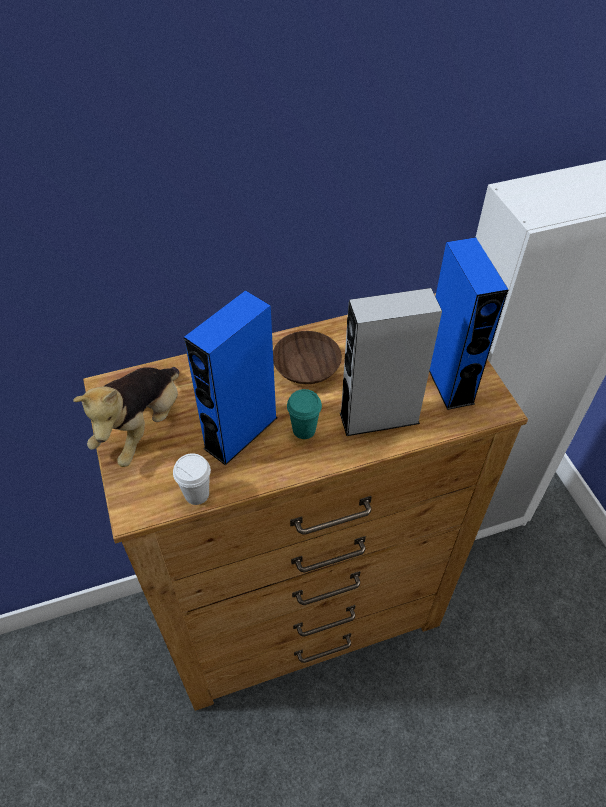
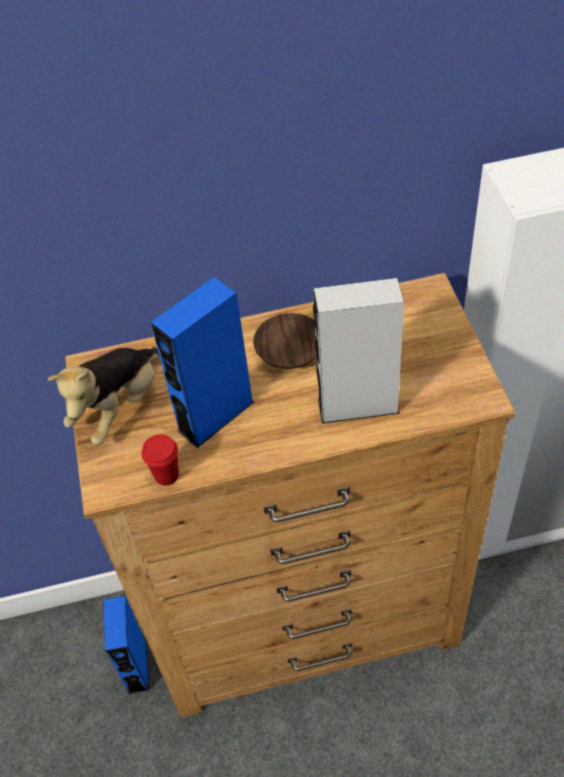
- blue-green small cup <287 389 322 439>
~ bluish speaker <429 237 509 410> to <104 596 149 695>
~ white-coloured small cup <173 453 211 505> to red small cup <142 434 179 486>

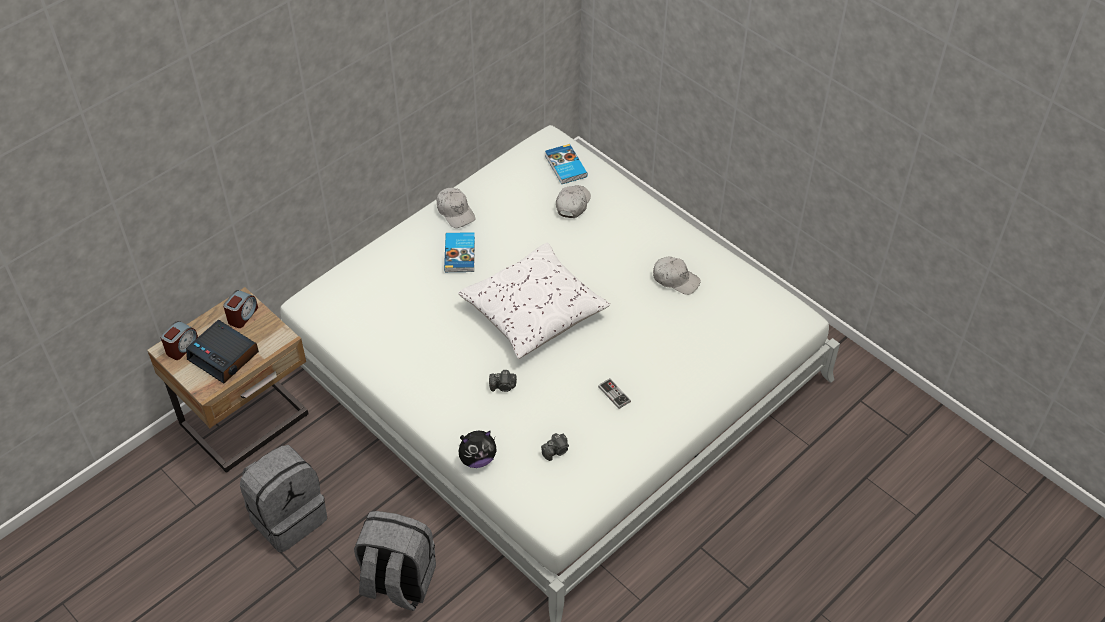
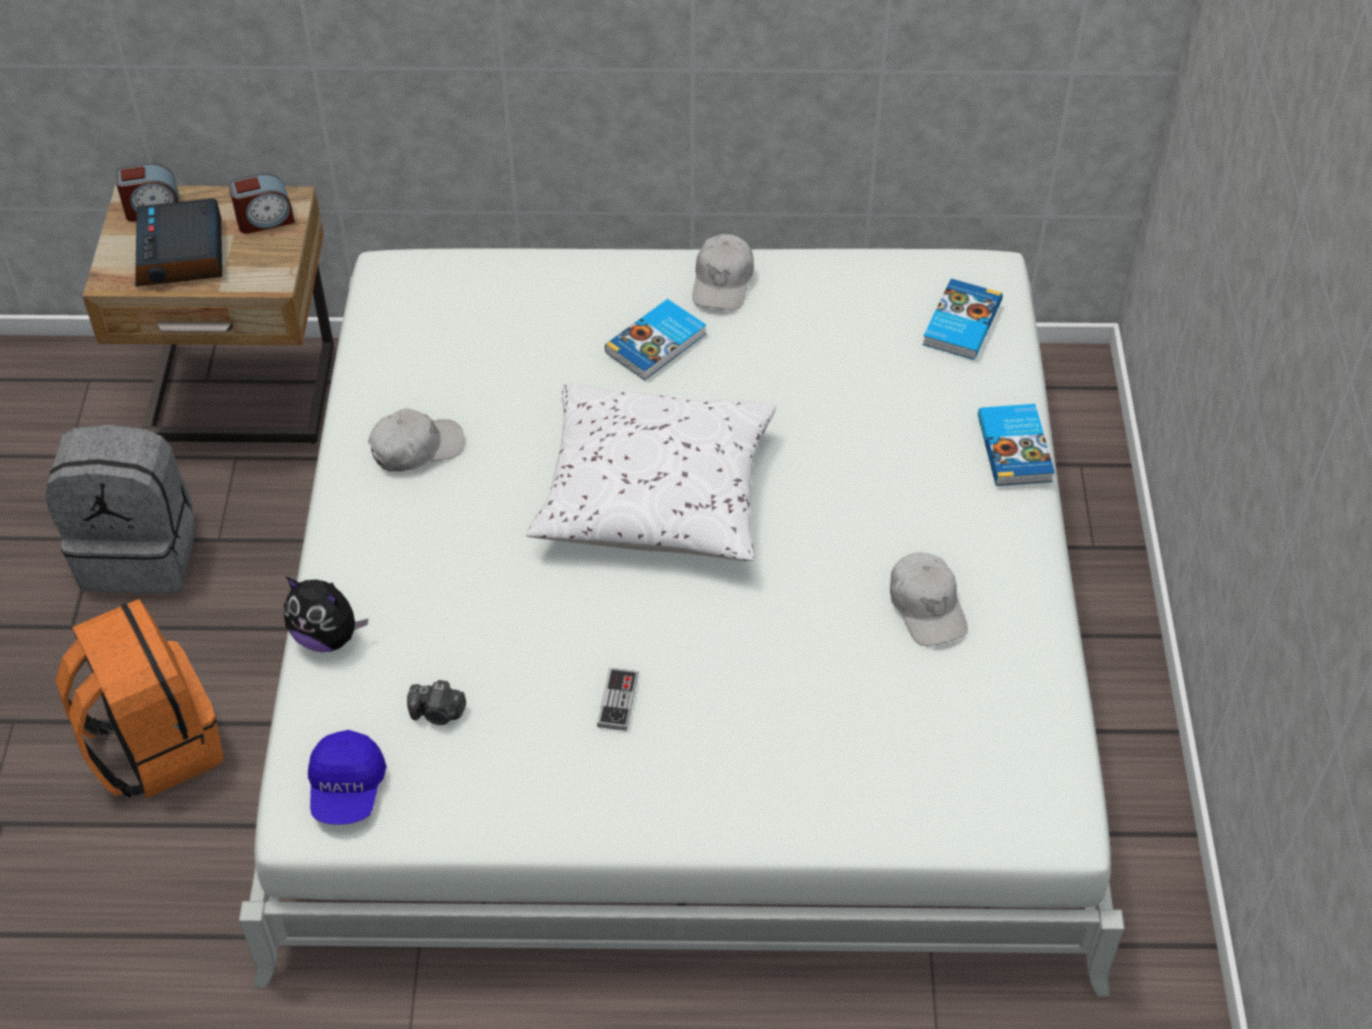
- still camera <489 370 517 392>
+ bluish baseball cap <308 730 387 825>
+ book <978 404 1055 486>
~ white-coloured baseball cap <556 185 591 218> to <368 408 464 471>
~ gray backpack <354 511 436 611> to orange-coloured backpack <56 599 224 798>

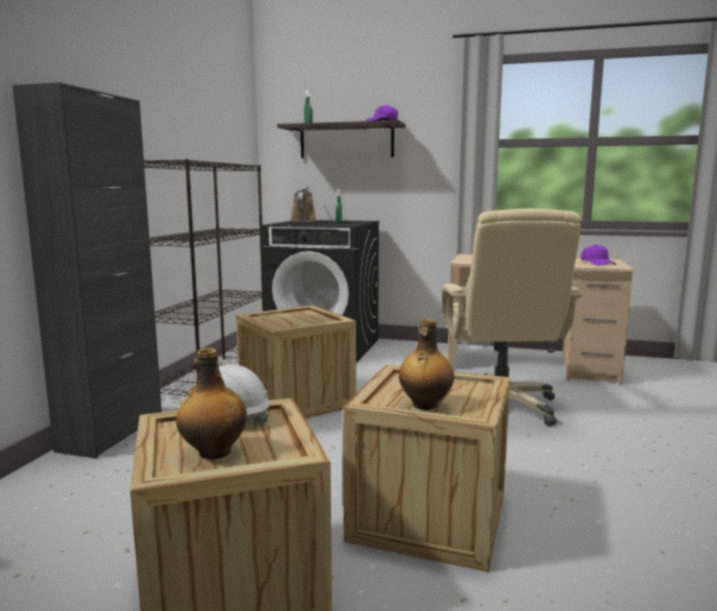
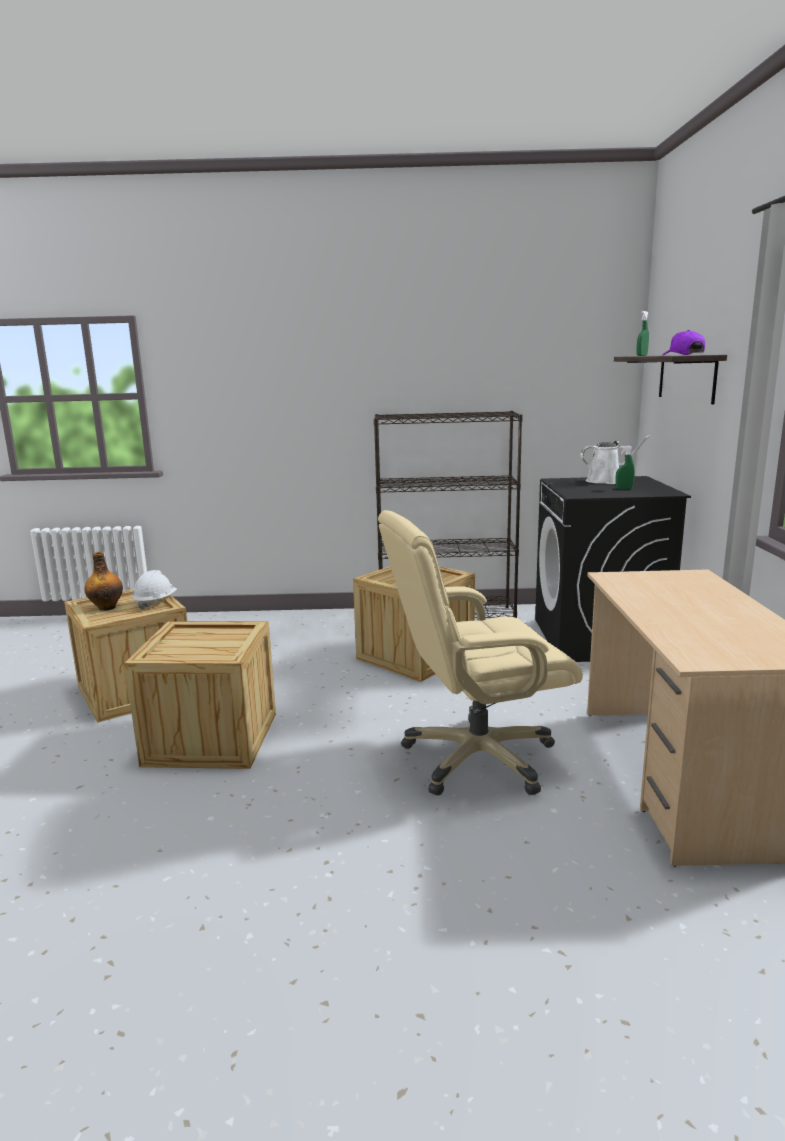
- black-coloured storage cabinet <12 82 162 458>
- drink bottle <399 319 454 410>
- purple baseball cap <581 244 616 266>
~ brown sprinkling can <289 186 316 223> to white-coloured sprinkling can <581 435 651 484>

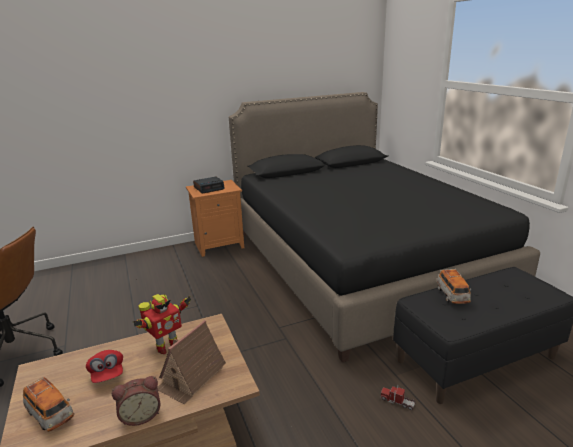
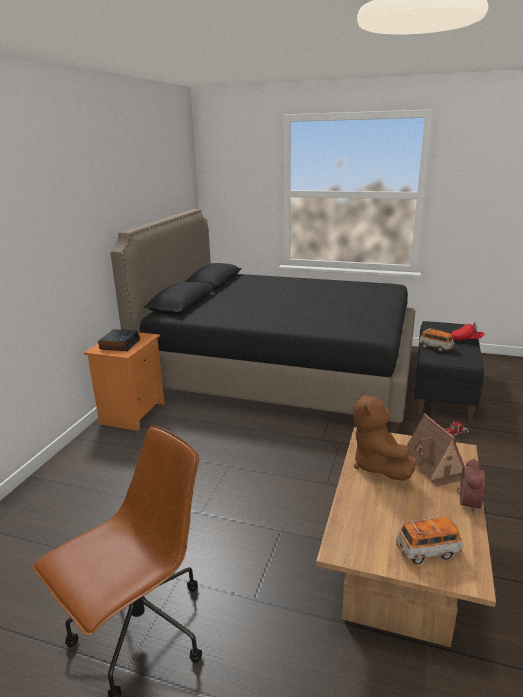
~ red baseball cap <86 350 123 383> to <451 322 484 341>
~ toy robot <133 294 192 354> to brown plush toy <353 391 417 481>

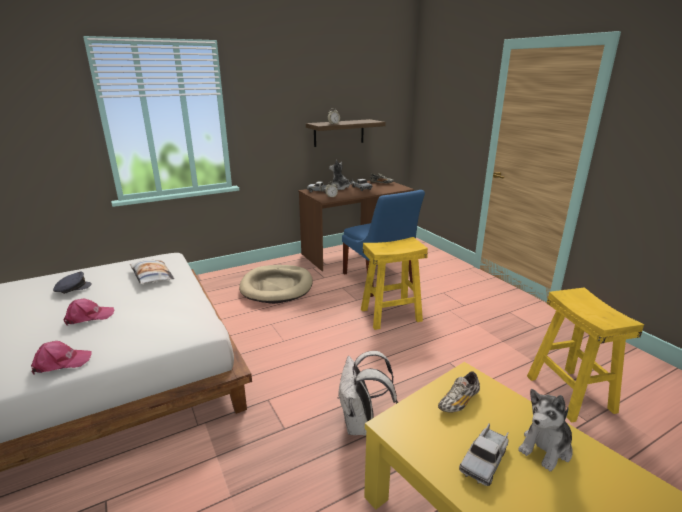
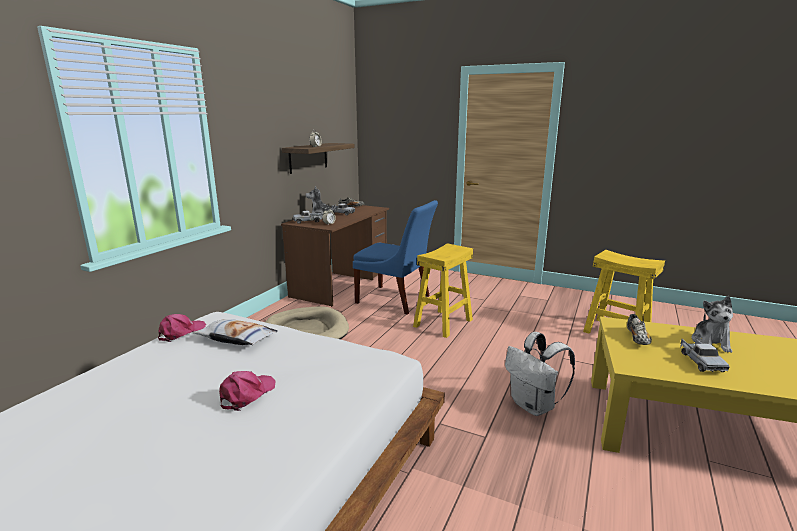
- gray baseball cap <53 271 92 294>
~ pink baseball cap <31 341 91 375> to <158 314 206 342>

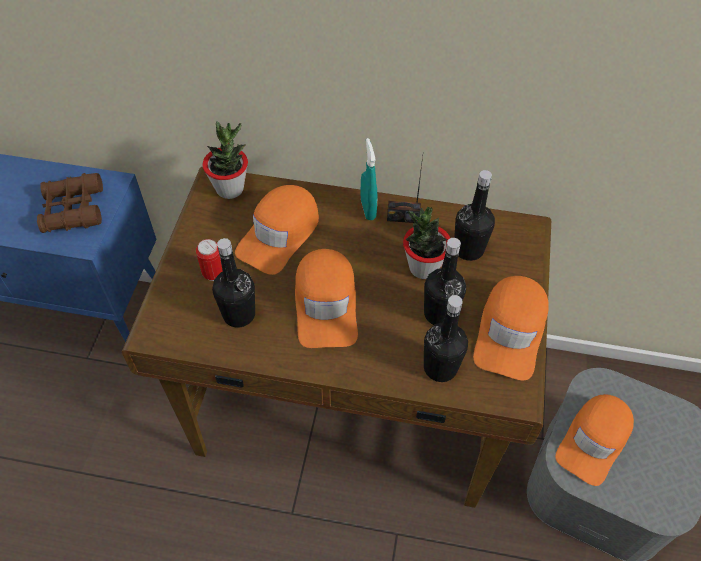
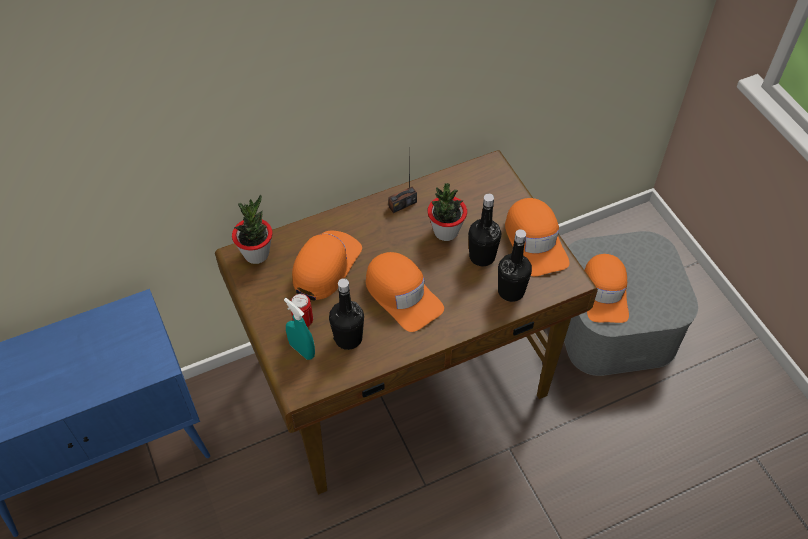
- brown binoculars <37 173 103 233>
- black-coloured drink bottle <454 170 495 261>
~ blue-green hand sprayer <360 138 377 220> to <284 298 315 360>
~ orange-coloured baseball cap <235 185 319 275> = <292 231 362 300> 150 degrees counterclockwise

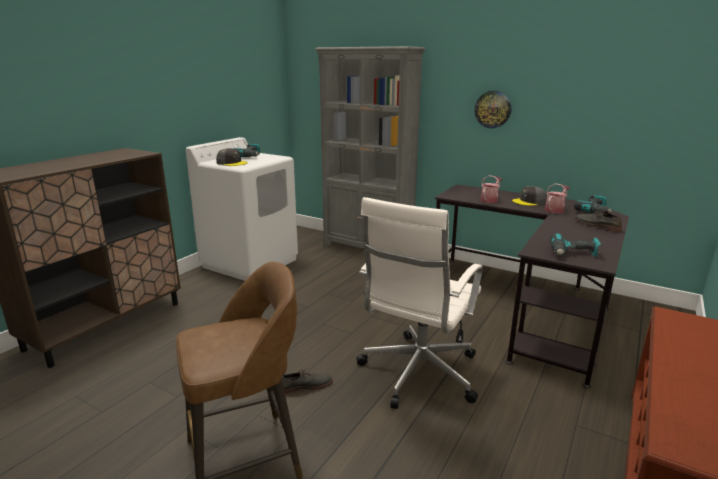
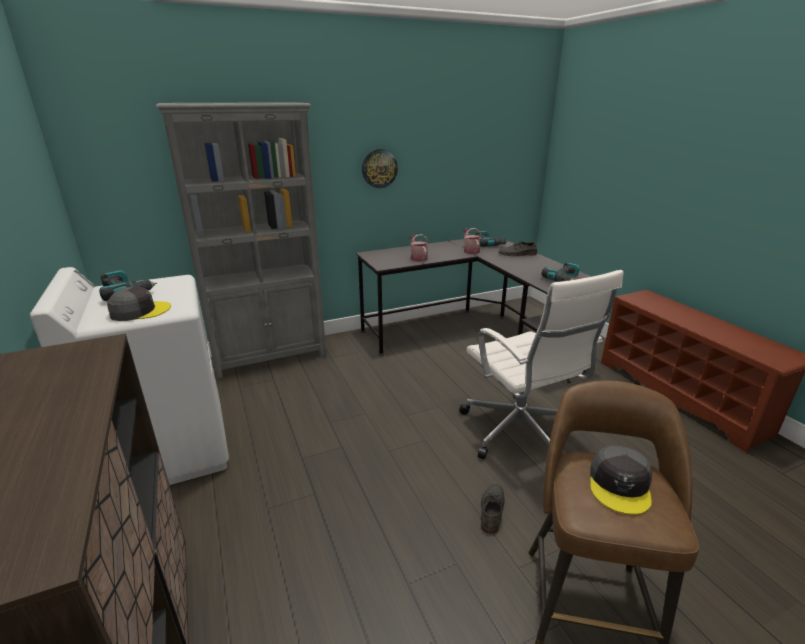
~ gray baseball cap <512 186 547 206> to <590 445 652 515>

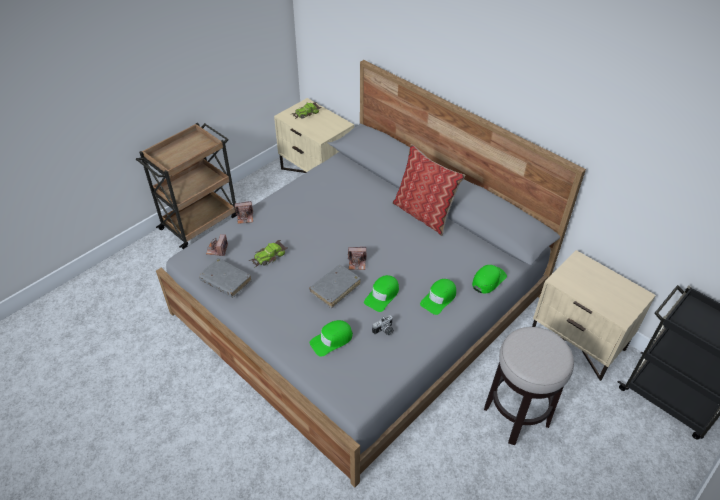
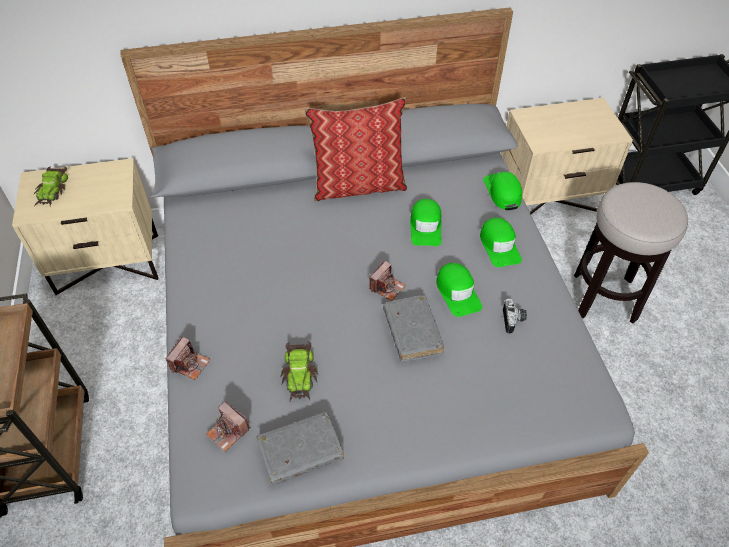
~ greenish baseball cap <310 320 353 357> to <410 199 442 246>

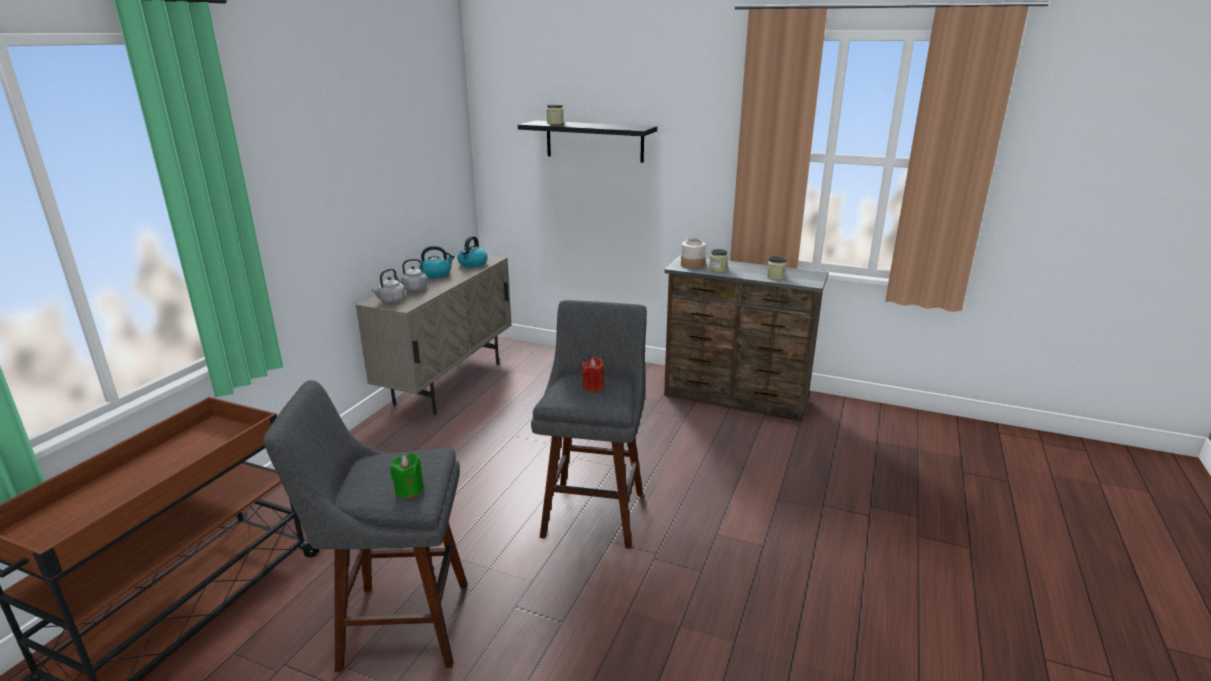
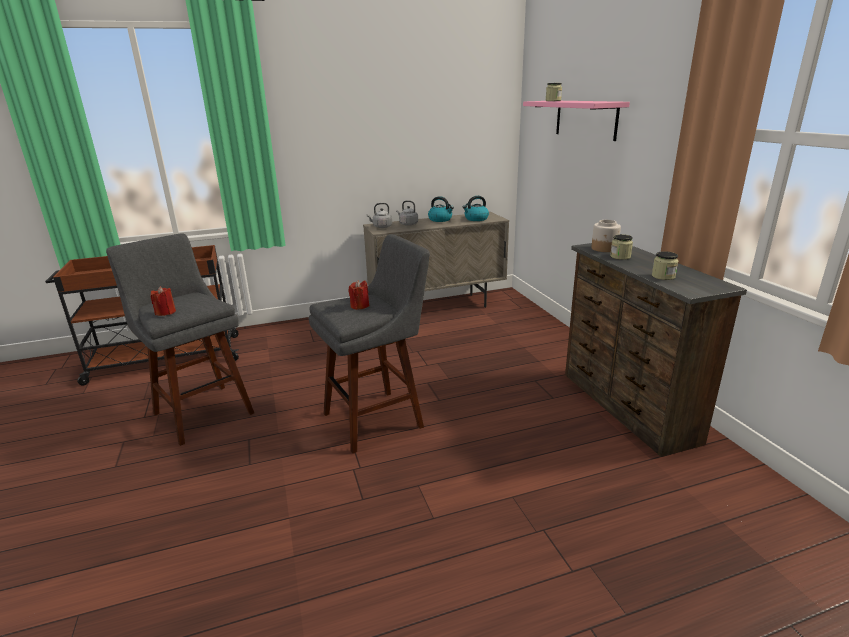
~ greenish wax candle <390 453 424 499> to red wax candle <151 286 176 316>
~ black-coloured shelf <518 120 657 163> to pink shelf <523 101 630 141>

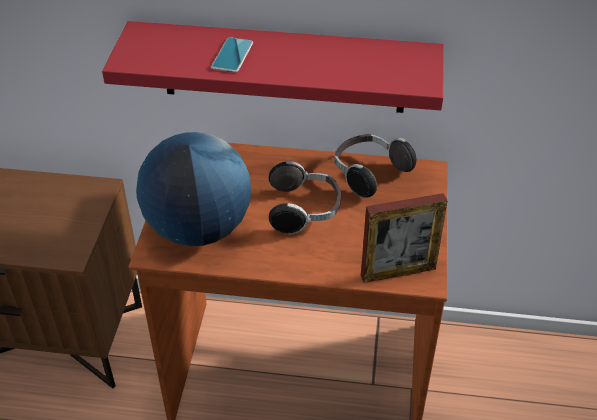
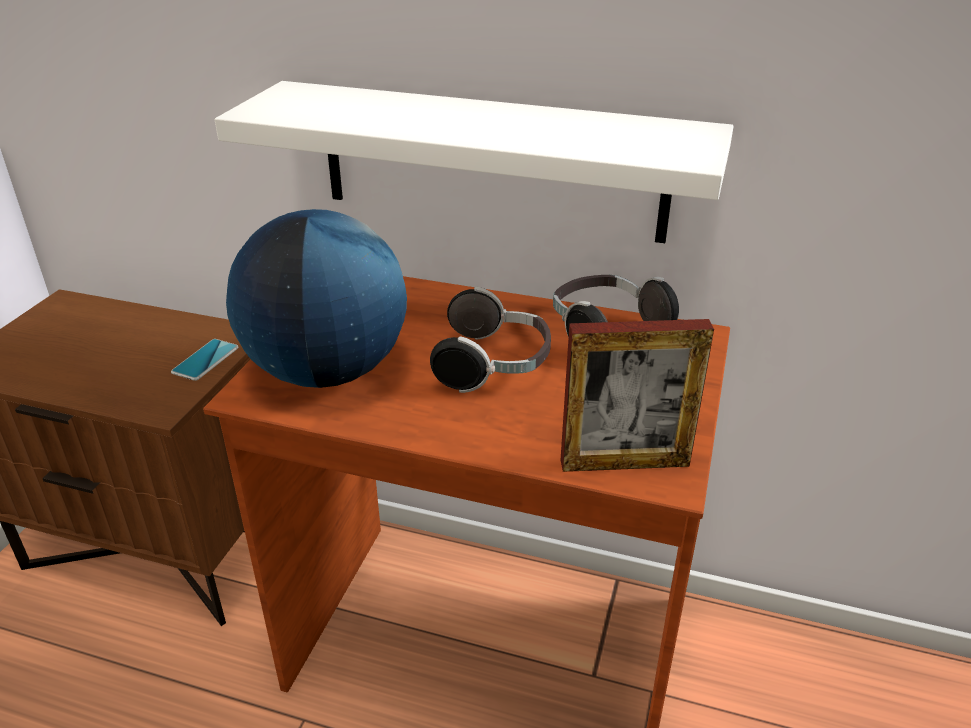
~ handset <211 37 253 73> to <171 339 238 381>
~ red shelf <102 21 444 113> to white-coloured shelf <215 81 734 243>

